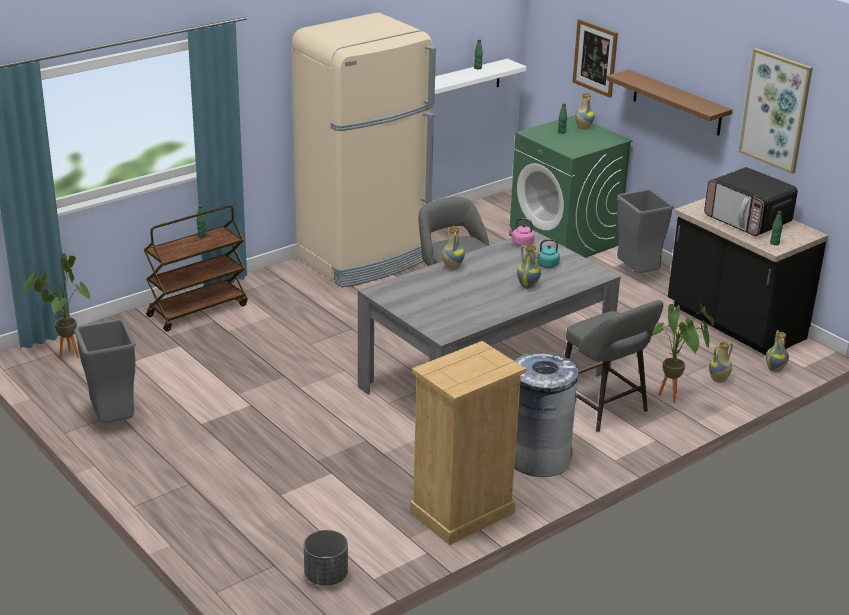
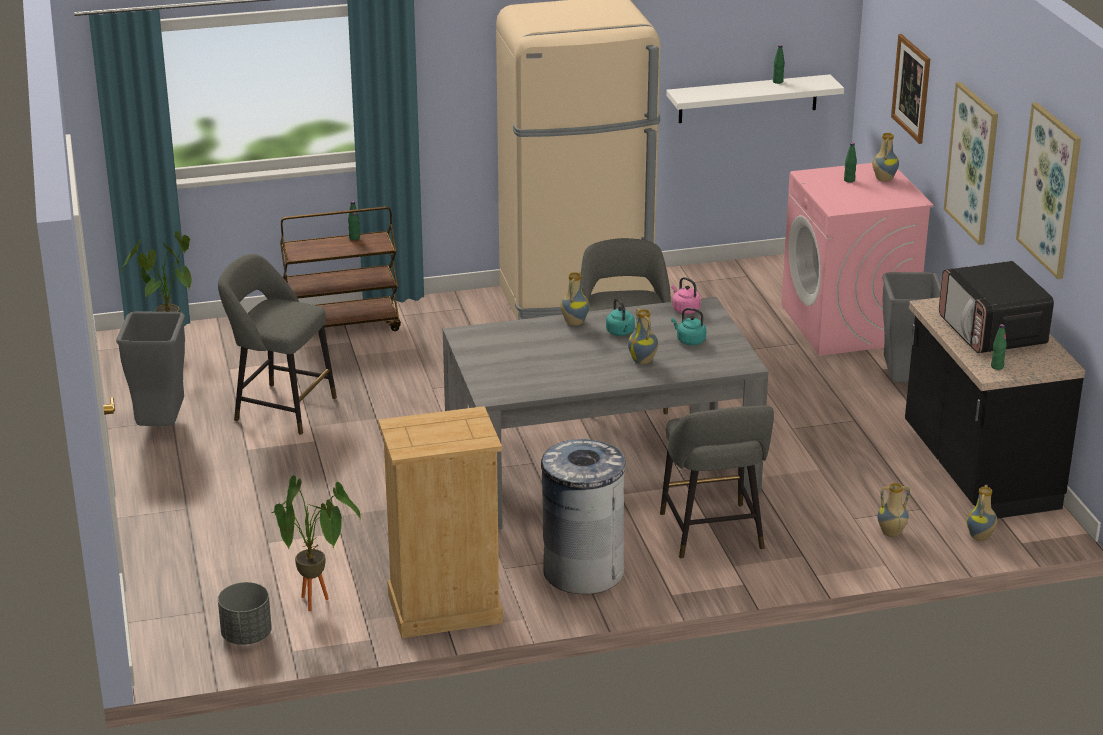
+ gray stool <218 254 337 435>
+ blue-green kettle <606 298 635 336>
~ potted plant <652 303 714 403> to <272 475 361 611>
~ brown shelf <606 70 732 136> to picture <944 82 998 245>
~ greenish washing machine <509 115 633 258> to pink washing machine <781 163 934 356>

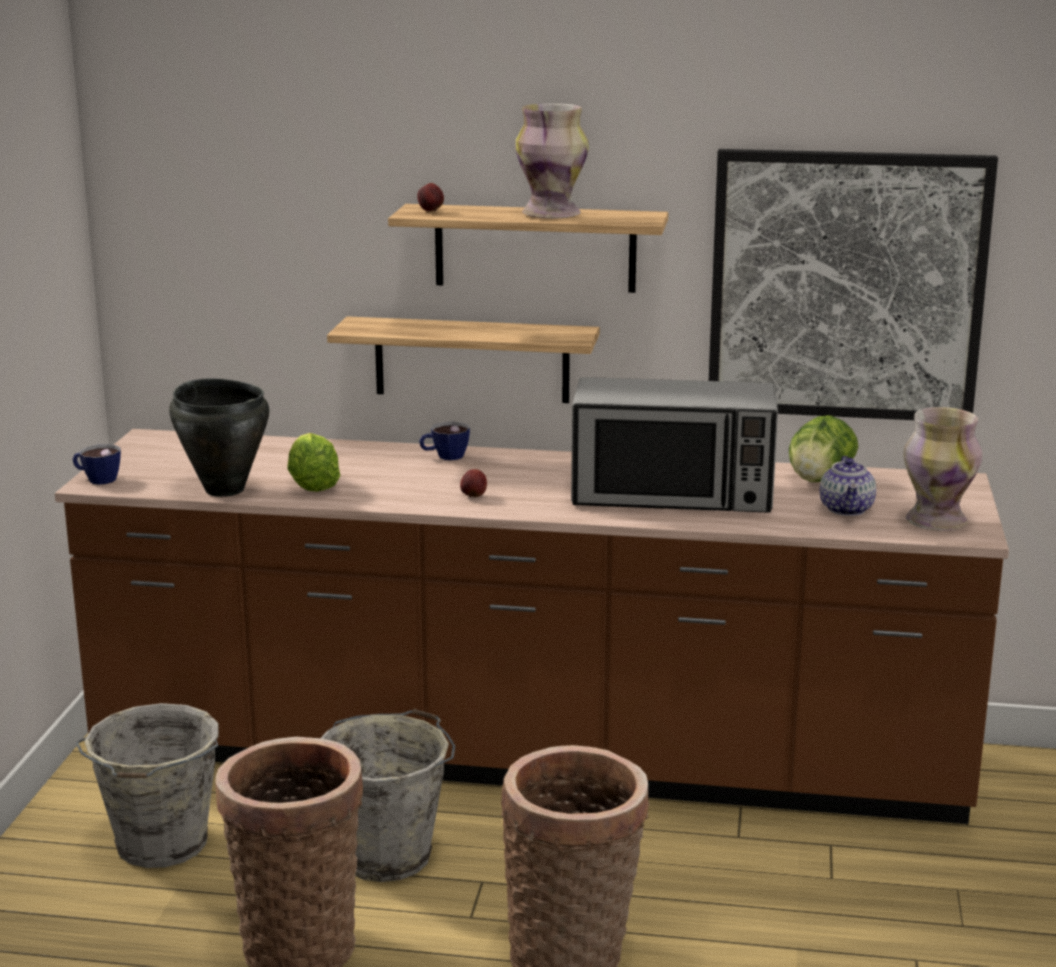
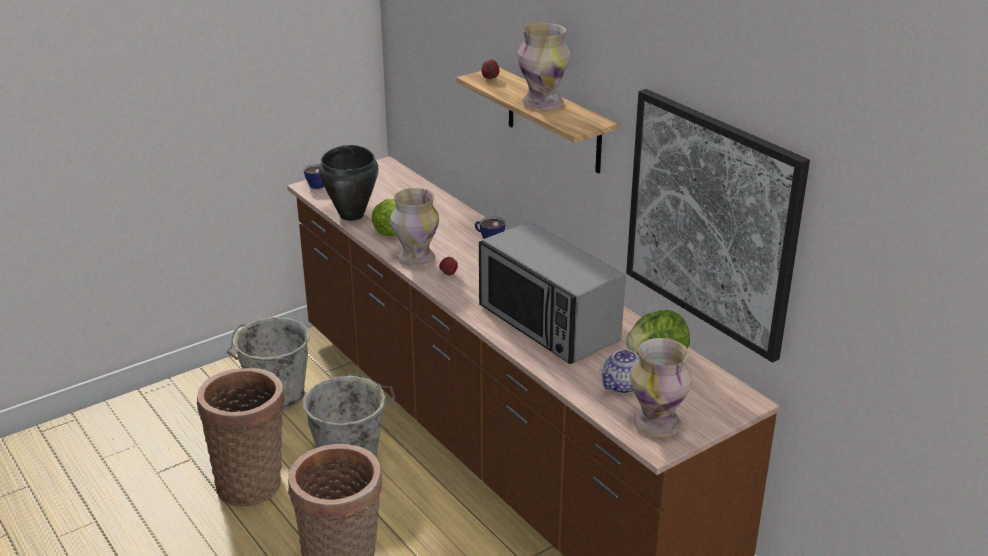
- shelf <327 316 600 403>
+ flower vase <390 188 439 267>

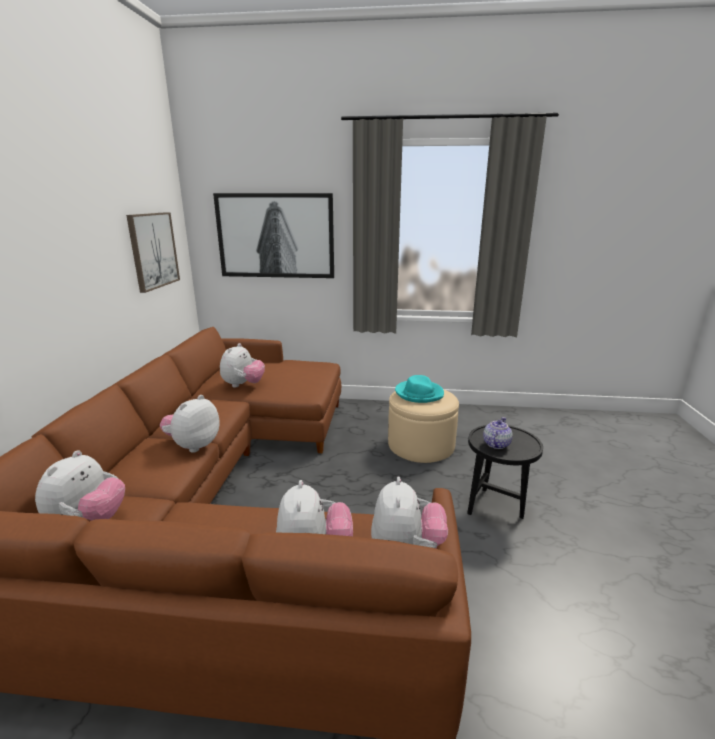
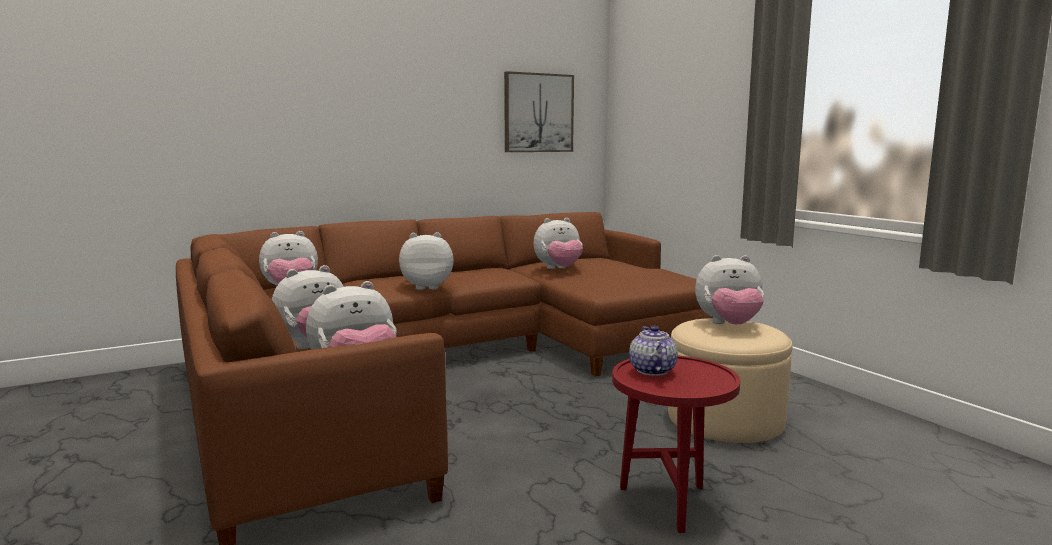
- picture <213 193 334 278>
~ blue-green wearable hat <395 375 444 403> to plush toy <695 255 764 325>
~ black-coloured side table <467 425 543 519> to red side table <612 356 740 533>
~ pot for tea <483 417 513 449> = <629 326 678 376> 90 degrees counterclockwise

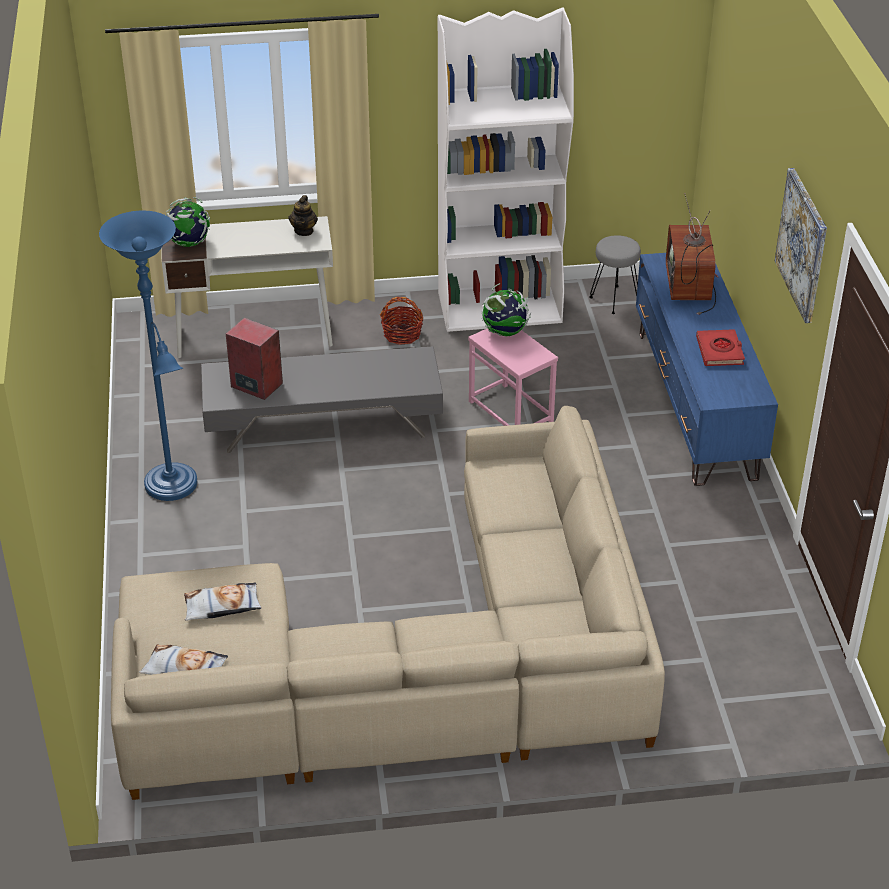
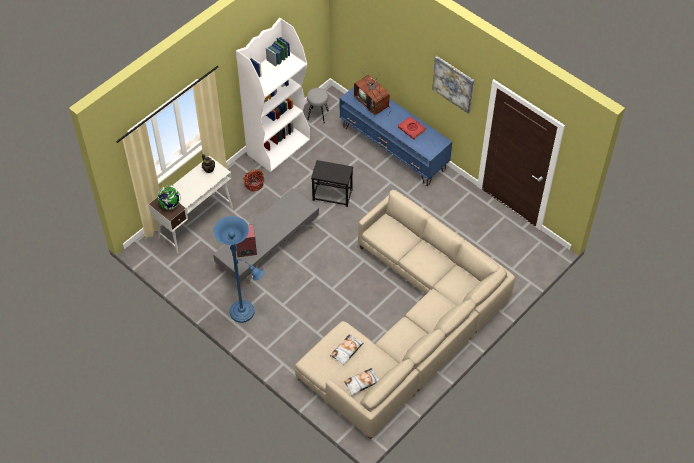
- desk globe <482 283 531 336>
~ pink side table <468 328 558 426> to black-coloured side table <311 160 353 207>

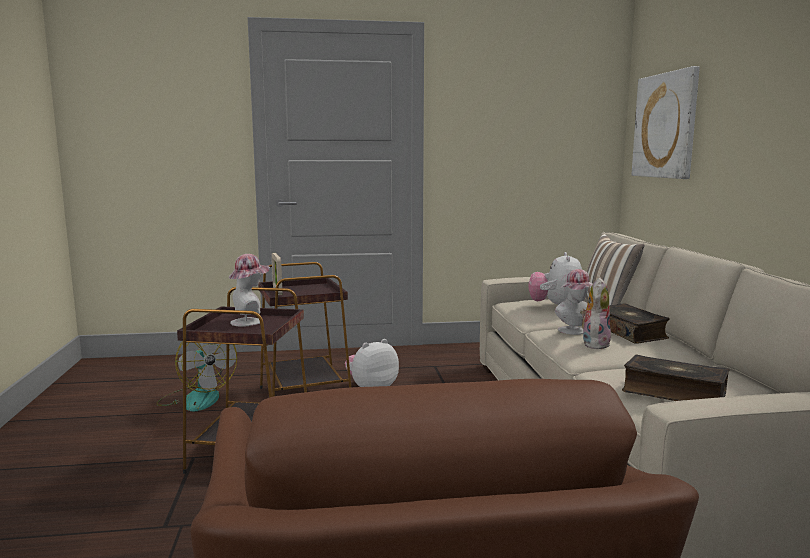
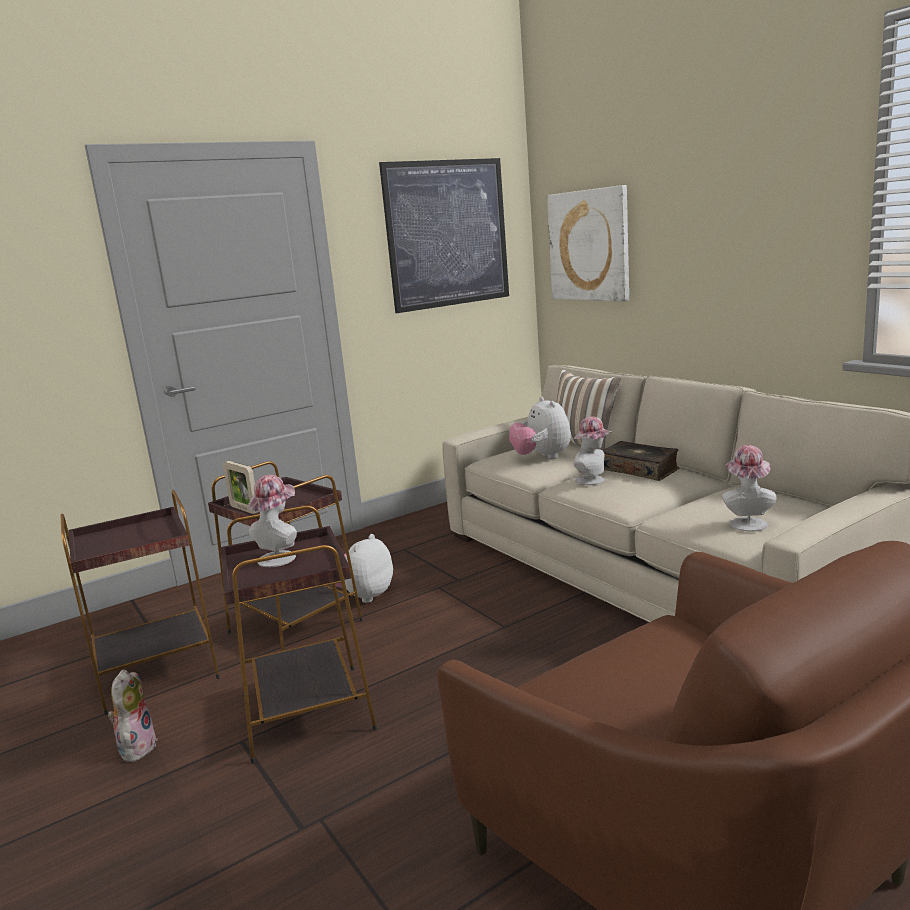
+ picture <379 158 509 313>
~ plush toy <580 278 611 349> to <108 670 158 762>
~ cooling fan <156 341 237 411> to brown side table <60 490 220 715>
~ book <622 355 729 401> to wearable hat <722 445 777 532>

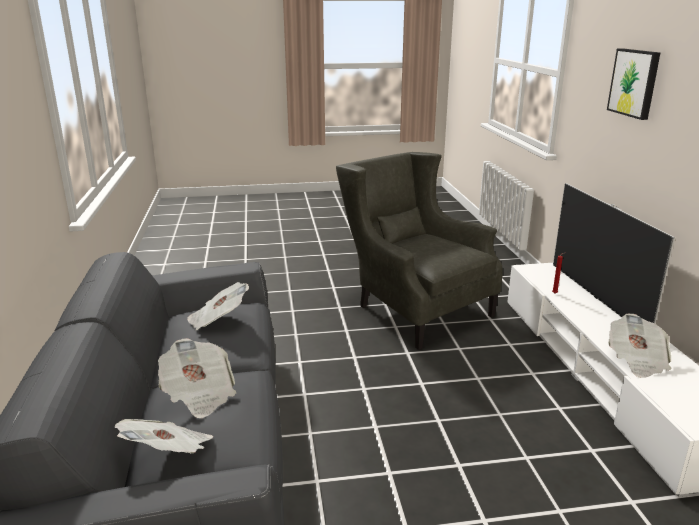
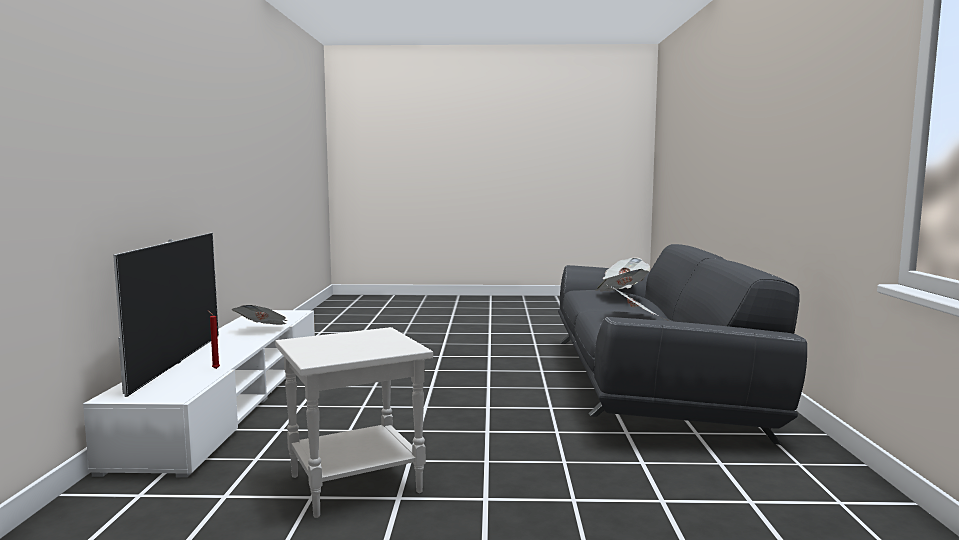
- picture <607 48 660 120>
~ gray easy chair <336 152 503 350> to white-coloured side table <275 327 433 518>

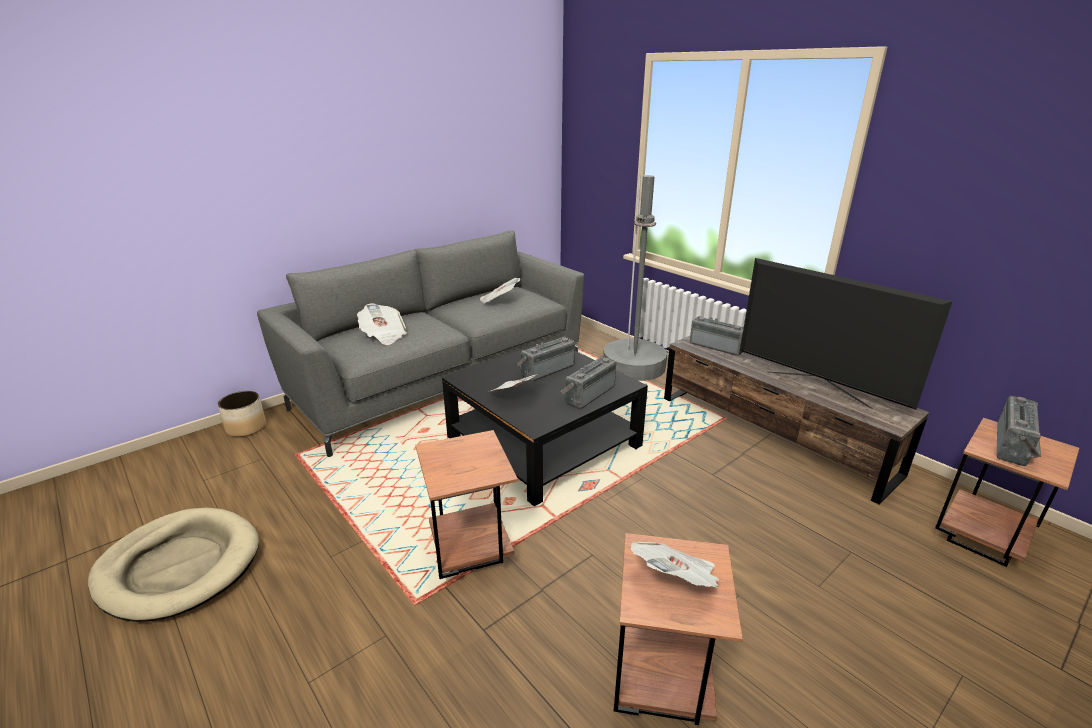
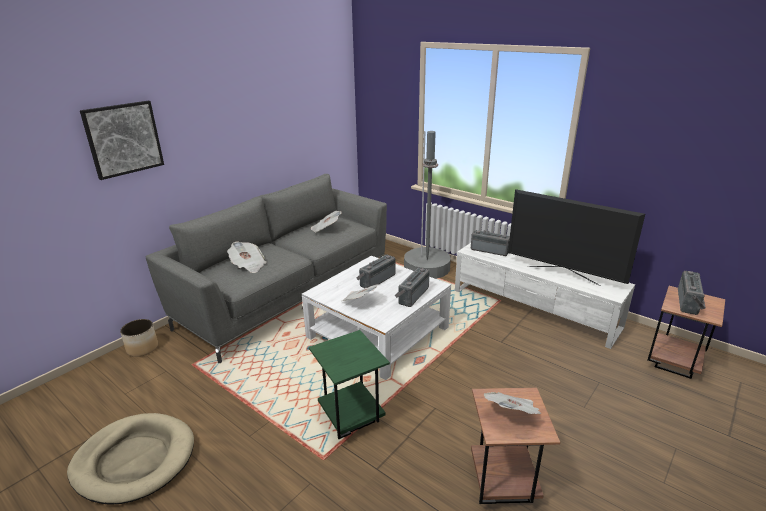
+ picture <80 101 164 180>
~ brown side table <416 430 518 579> to greenish side table <309 330 390 439>
~ black-coloured low table <442 339 648 506> to white-coloured low table <302 256 451 380>
~ brown tv stand <664 336 929 505> to white-coloured tv stand <455 243 635 349>

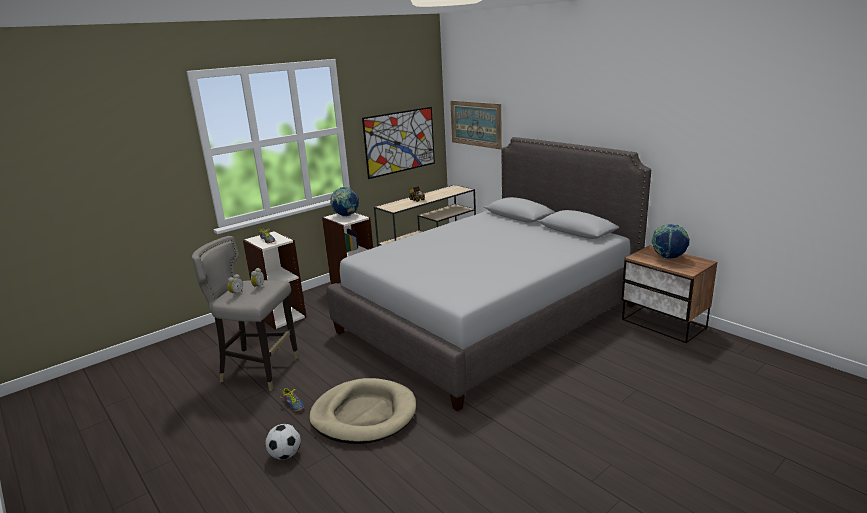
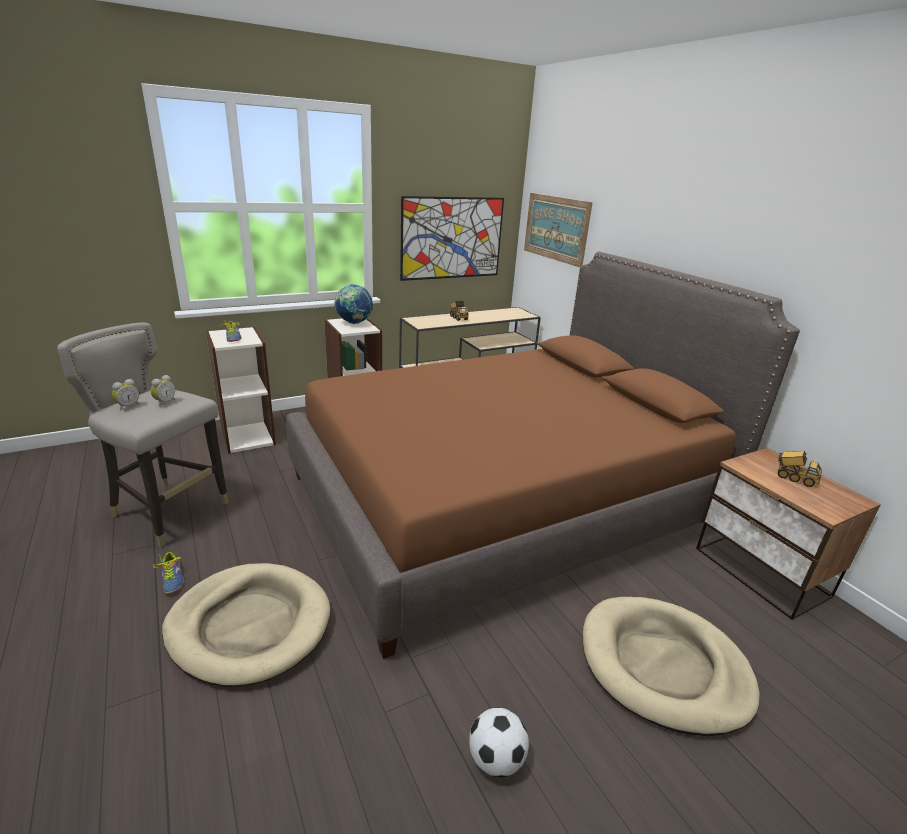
+ beige dog cushion <582 597 760 736>
~ football <265 424 301 460> to <469 708 529 777>
~ desk globe <652 224 690 259> to toy lorry <778 451 822 487>
~ gray sleeping bed <327 137 651 412> to brown sleeping bed <286 252 800 659>

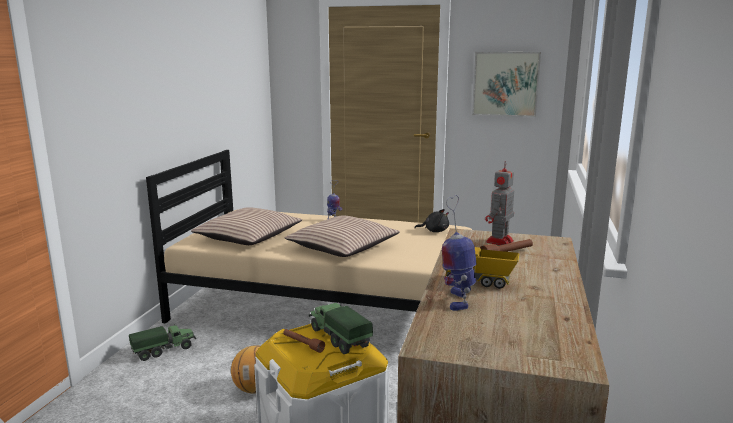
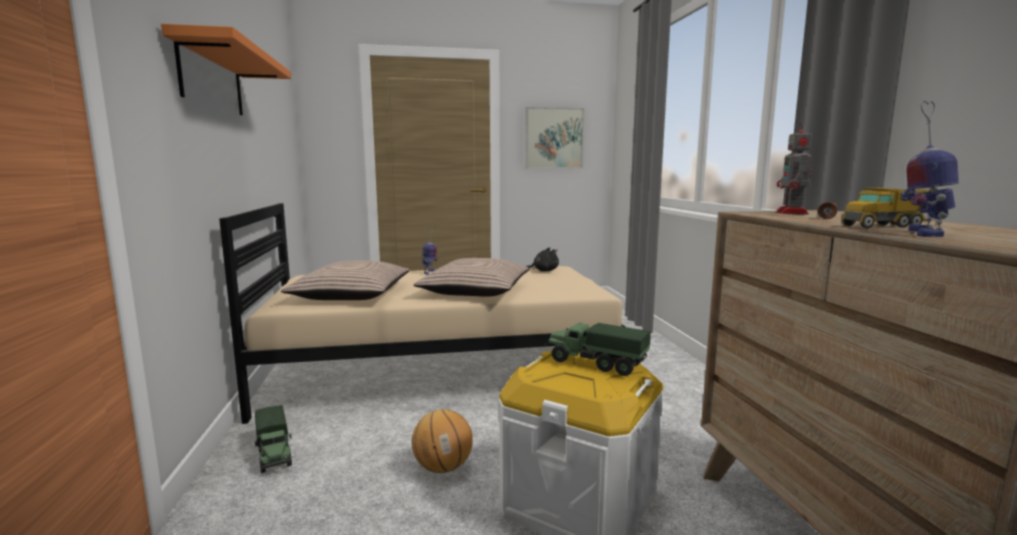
- brown torch <283 329 325 353>
+ orange-coloured shelf <161 24 291 115>
~ toy lorry <129 325 196 361> = <255 405 292 473> 120 degrees clockwise
~ toy robot <442 195 476 311> = <901 101 959 237> 45 degrees clockwise

